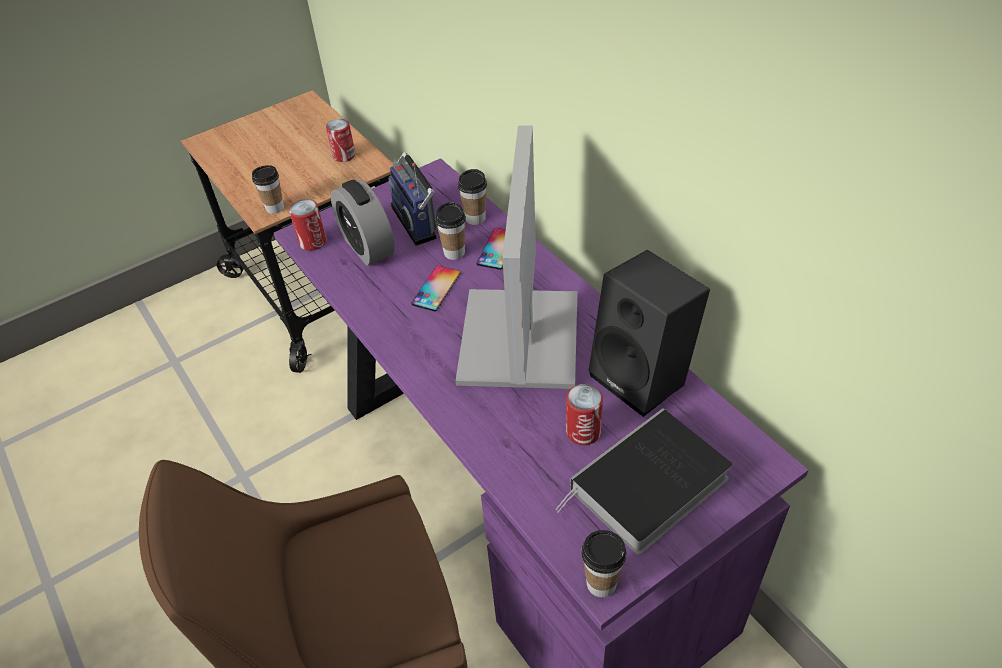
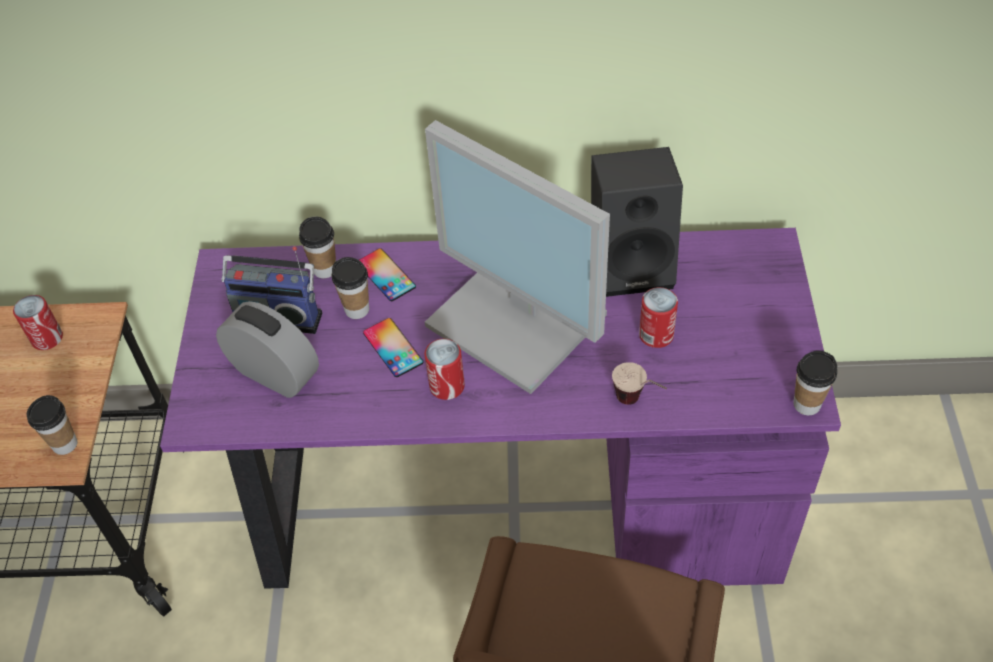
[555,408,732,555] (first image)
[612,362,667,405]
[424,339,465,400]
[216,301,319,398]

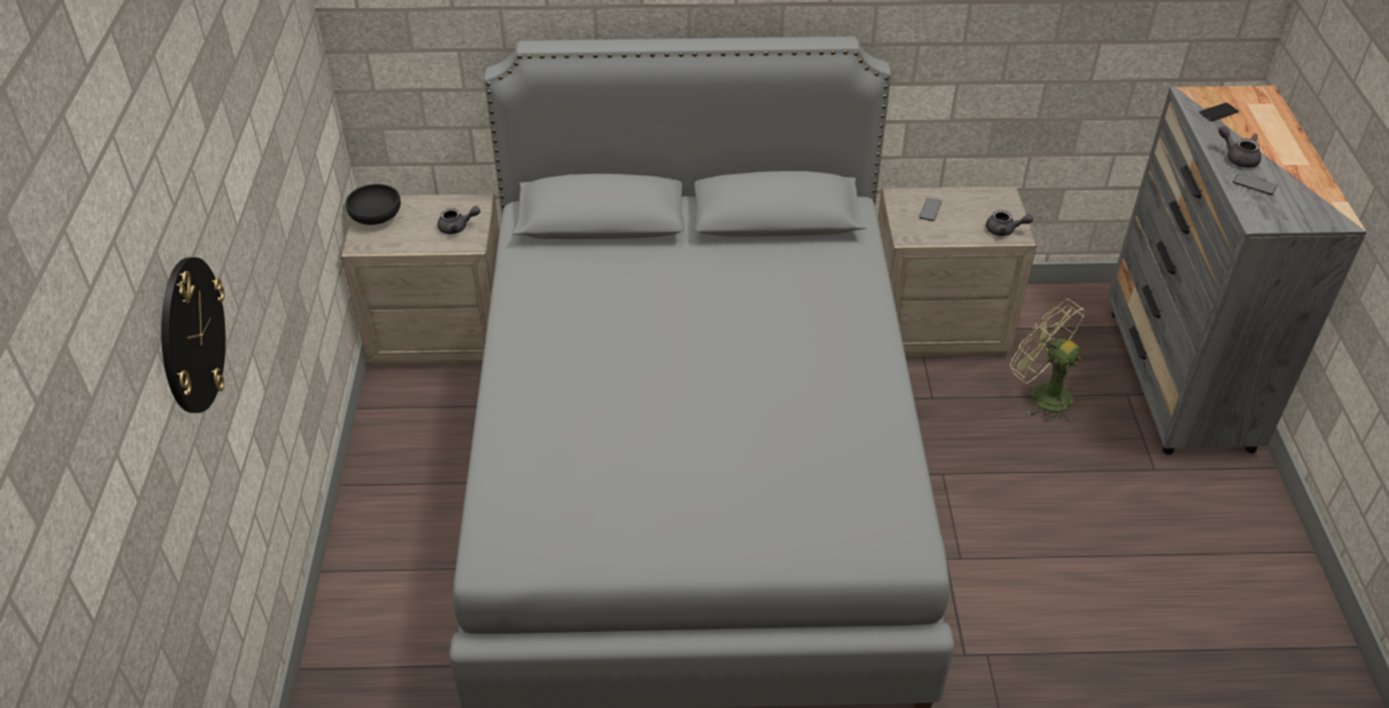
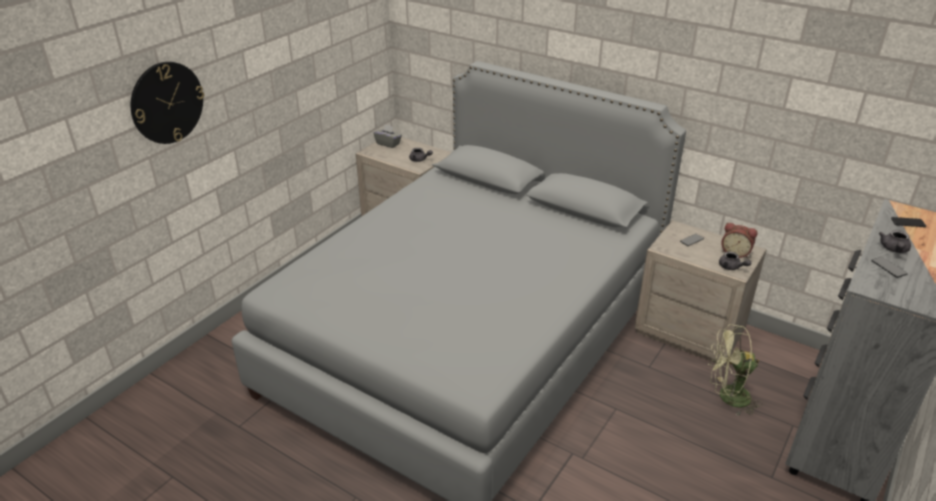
[721,223,758,258]
[373,124,402,148]
[708,324,762,416]
[879,230,911,253]

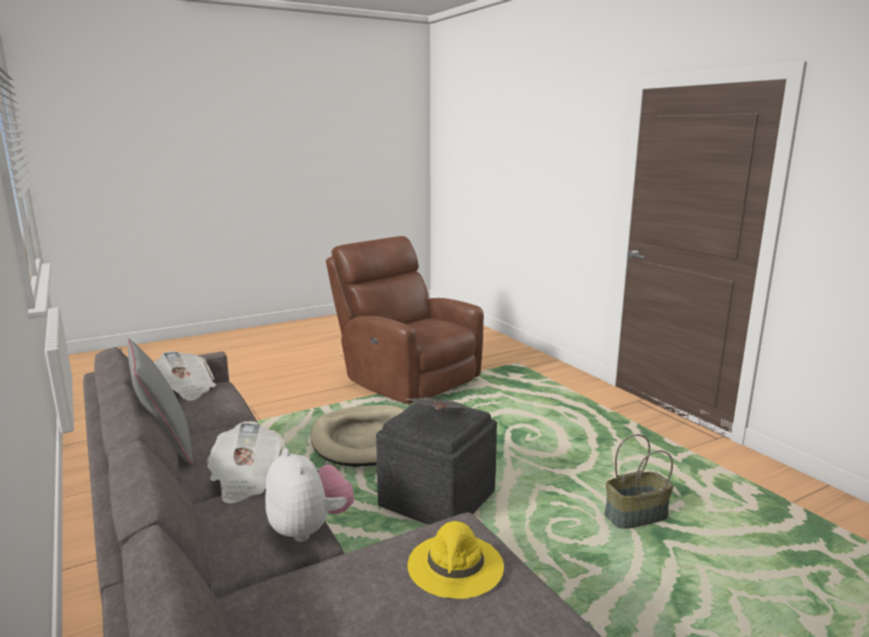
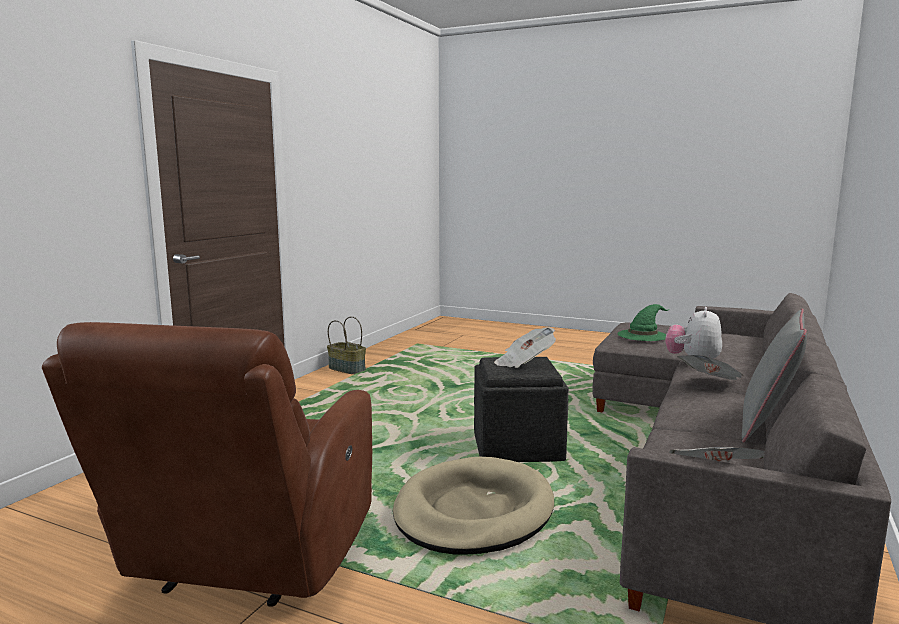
[327,317,366,374]
[617,304,670,341]

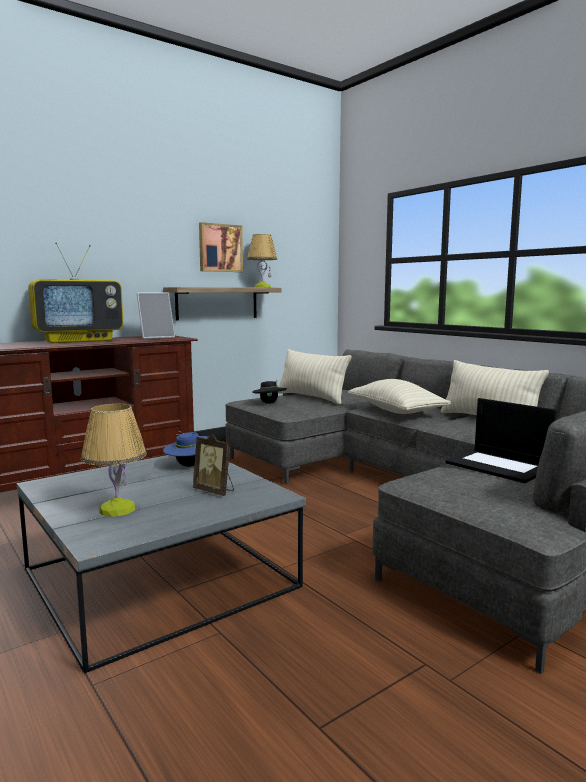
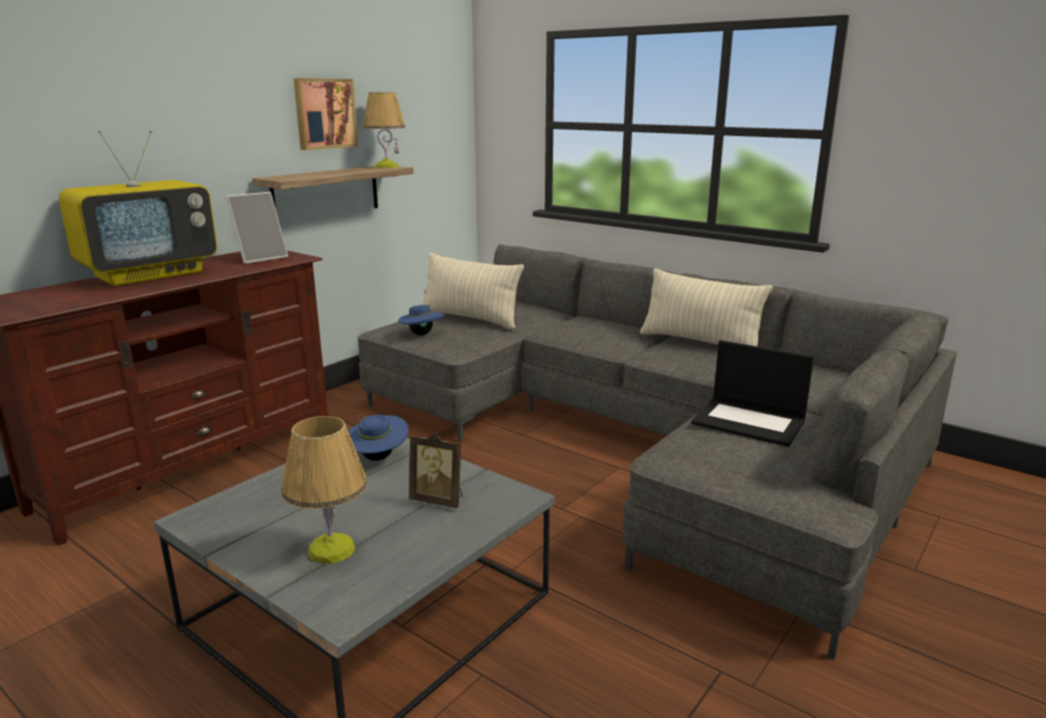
[348,379,451,414] (first image)
[398,302,444,335]

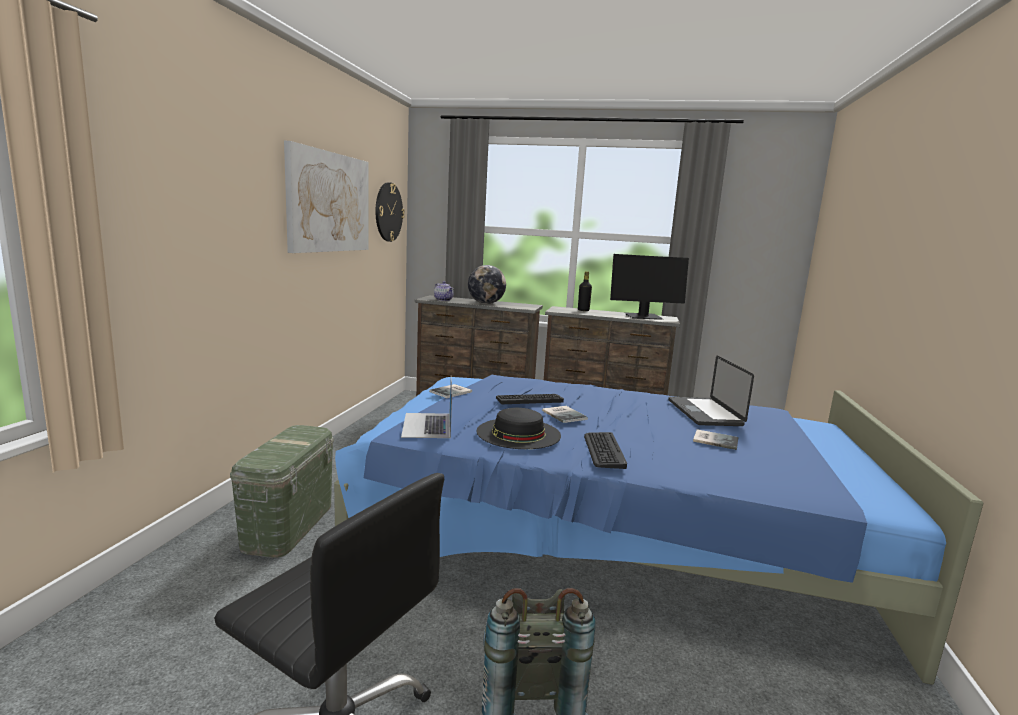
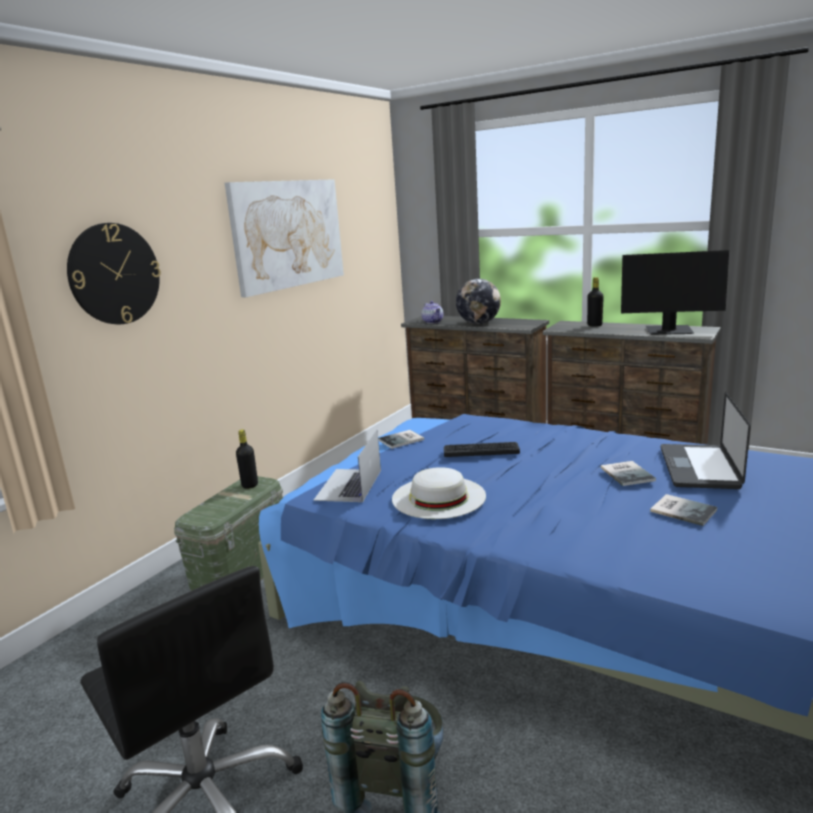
[584,432,627,469] (first image)
[236,429,258,489]
[67,223,161,324]
[601,461,656,486]
[392,467,486,519]

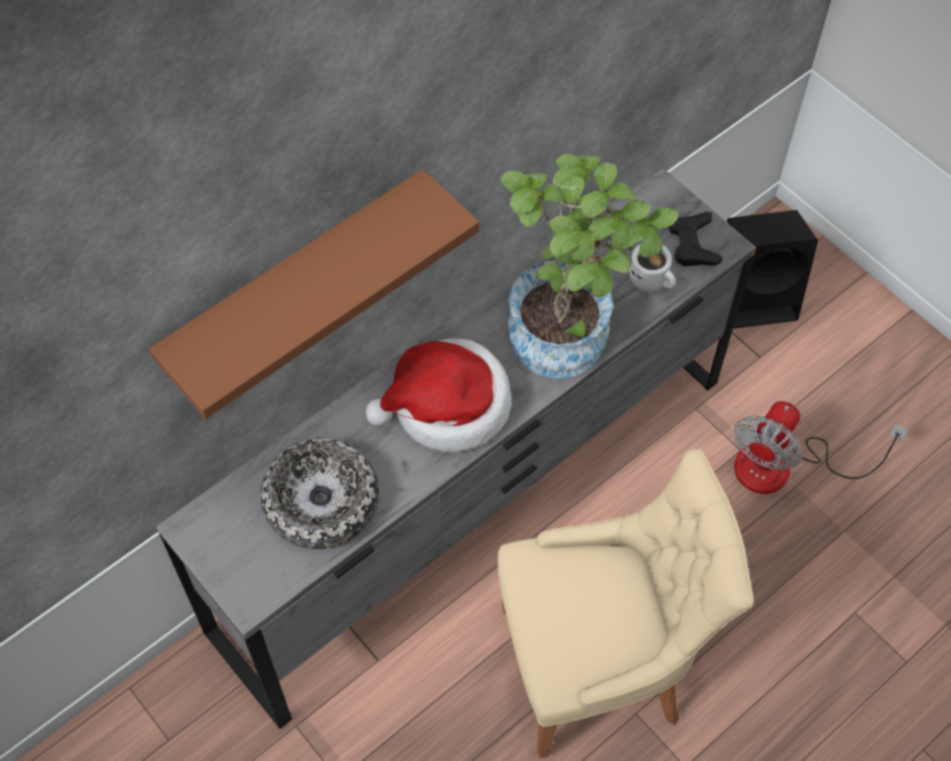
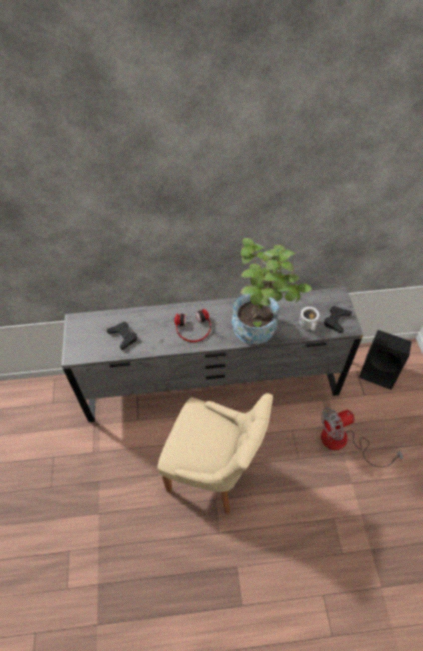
[149,169,479,419] (first image)
[107,322,137,350]
[174,309,211,342]

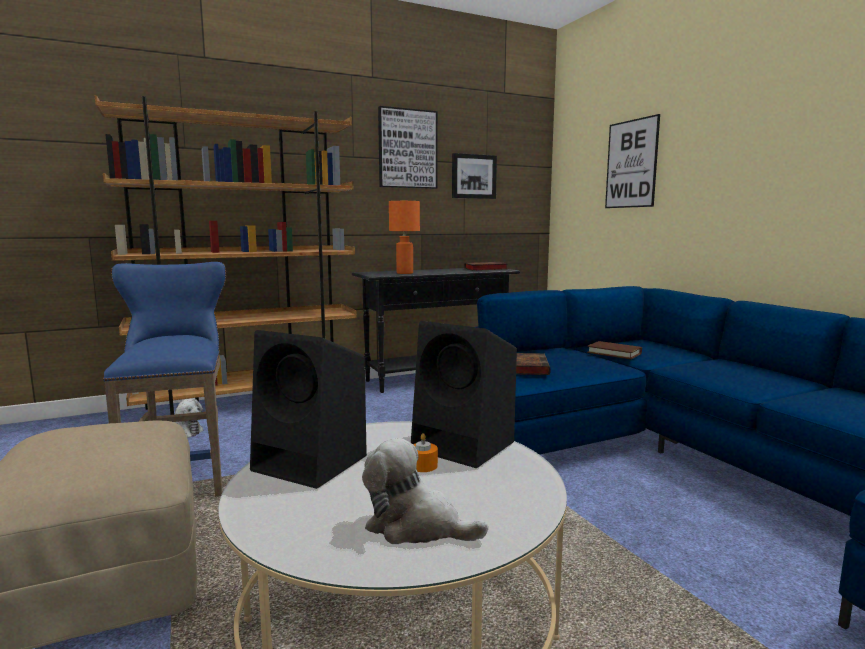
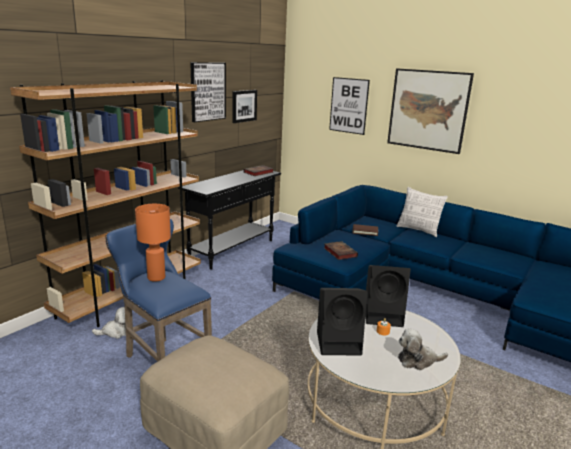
[387,68,474,154]
[397,187,448,237]
[135,204,171,282]

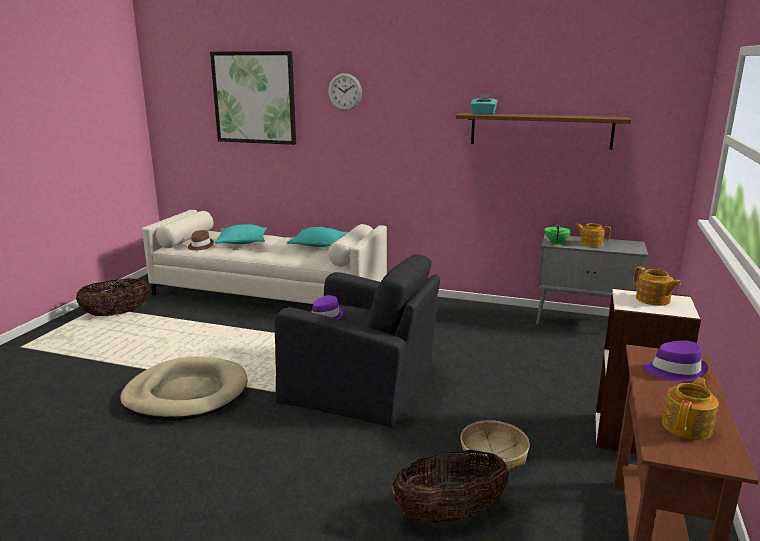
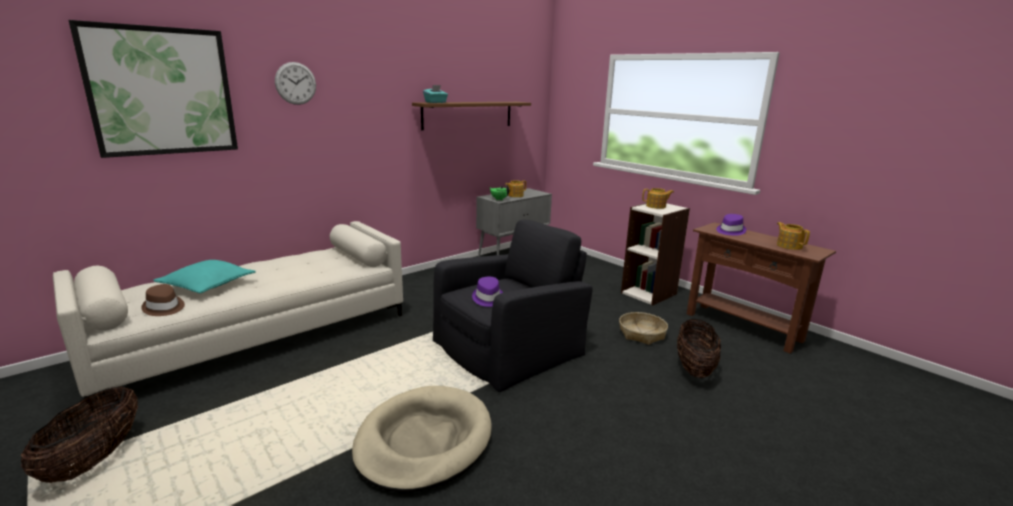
[287,227,347,247] (first image)

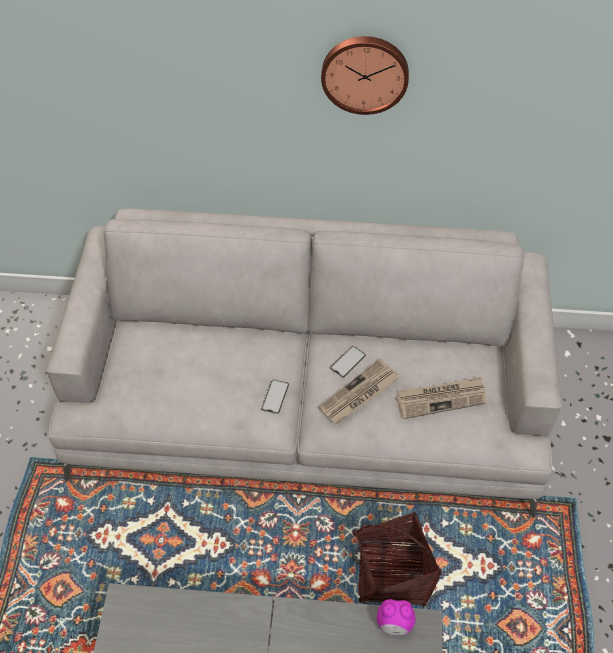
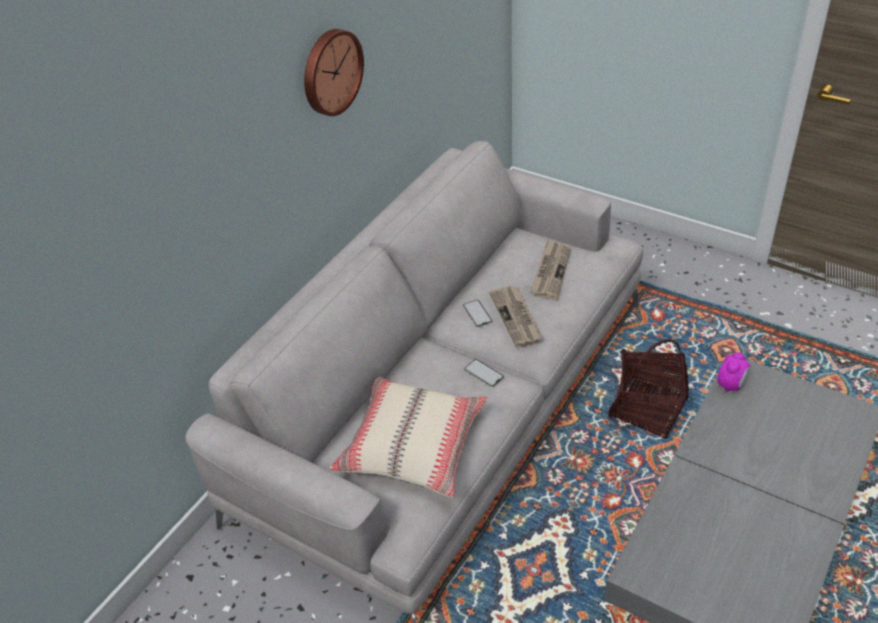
[329,377,487,497]

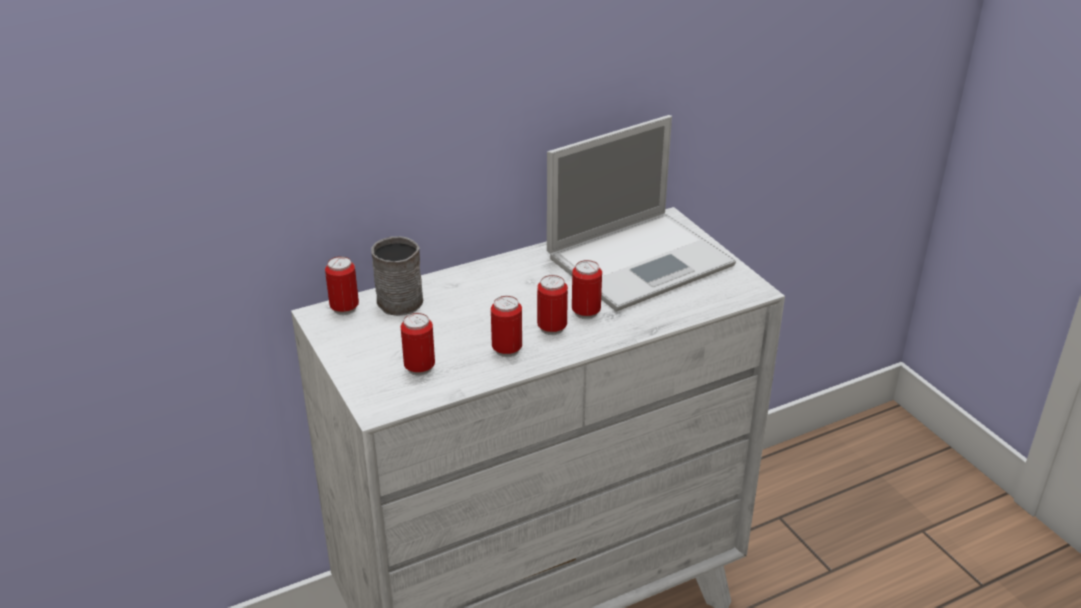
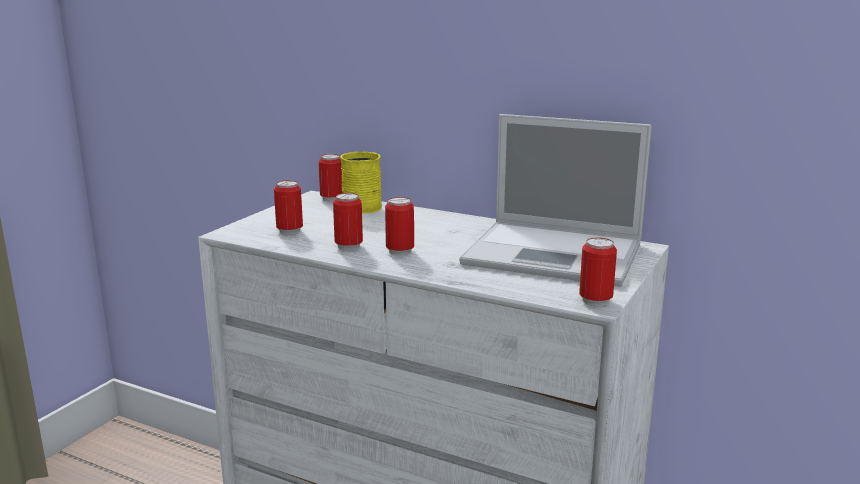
[579,237,617,306]
[340,151,382,214]

